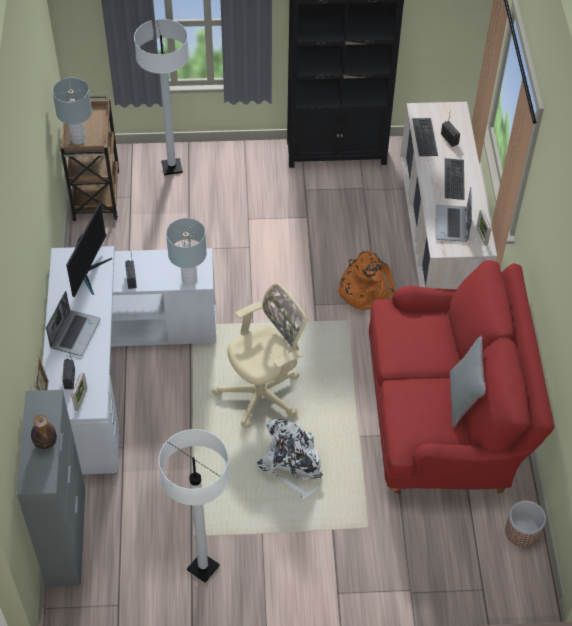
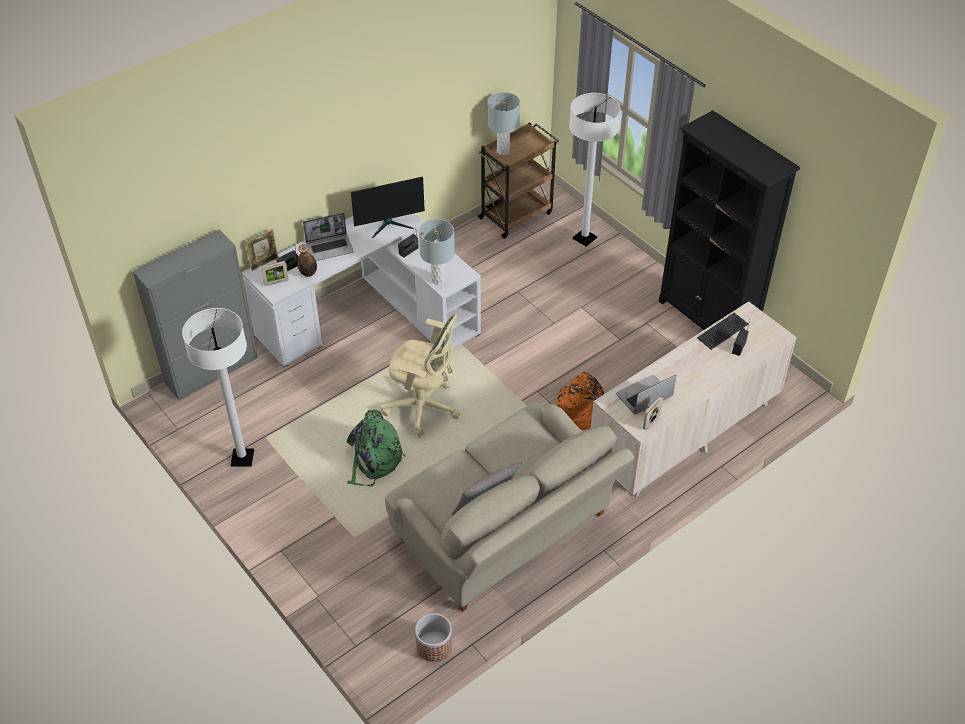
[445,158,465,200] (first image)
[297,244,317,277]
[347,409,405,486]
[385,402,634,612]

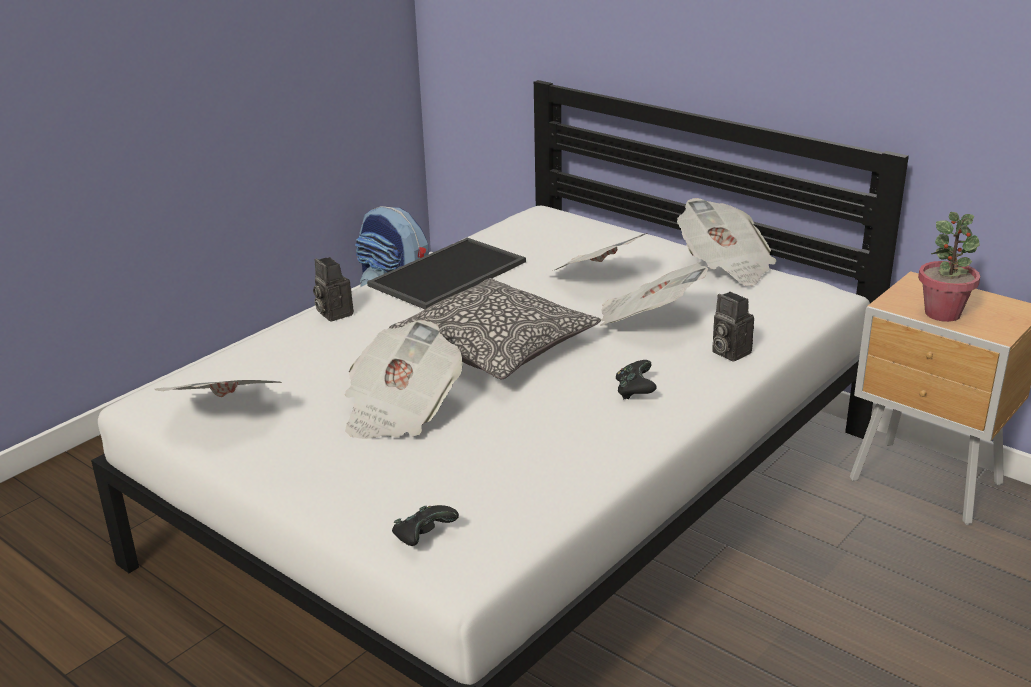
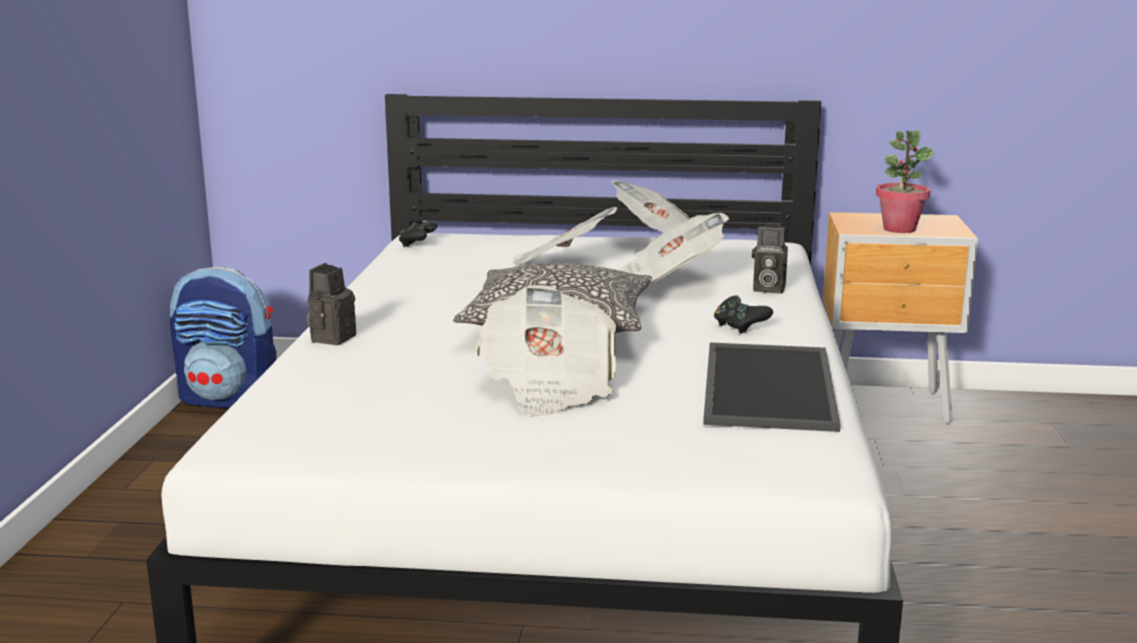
[155,380,282,397] (first image)
[703,343,840,432]
[399,221,438,247]
[307,263,356,345]

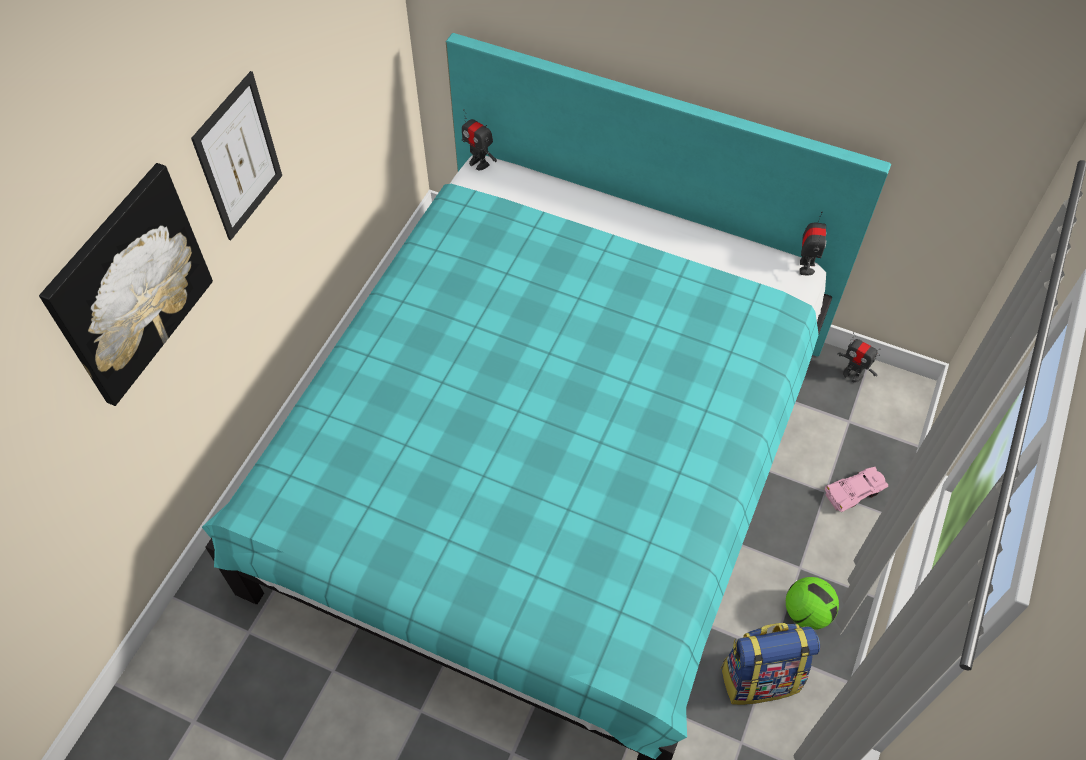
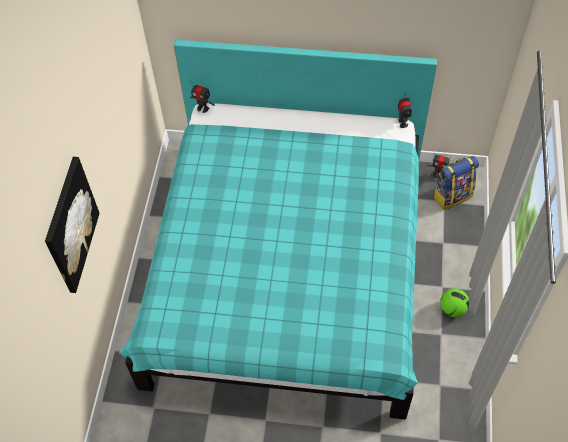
[191,71,282,240] (first image)
[825,467,888,512] (first image)
[433,156,479,210]

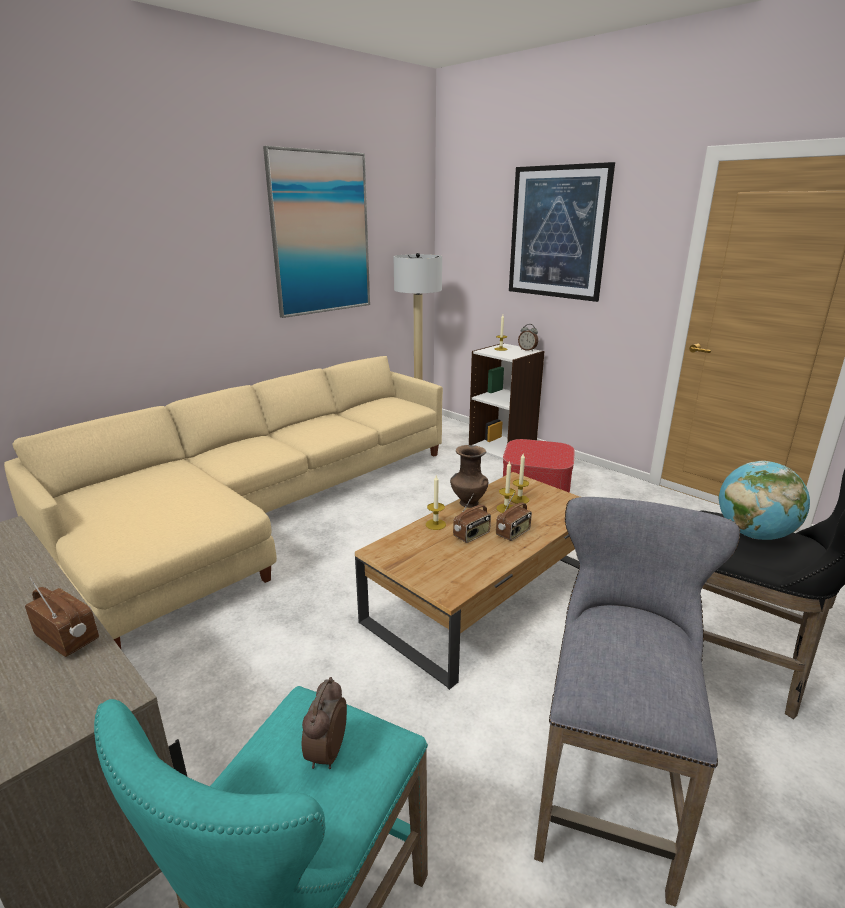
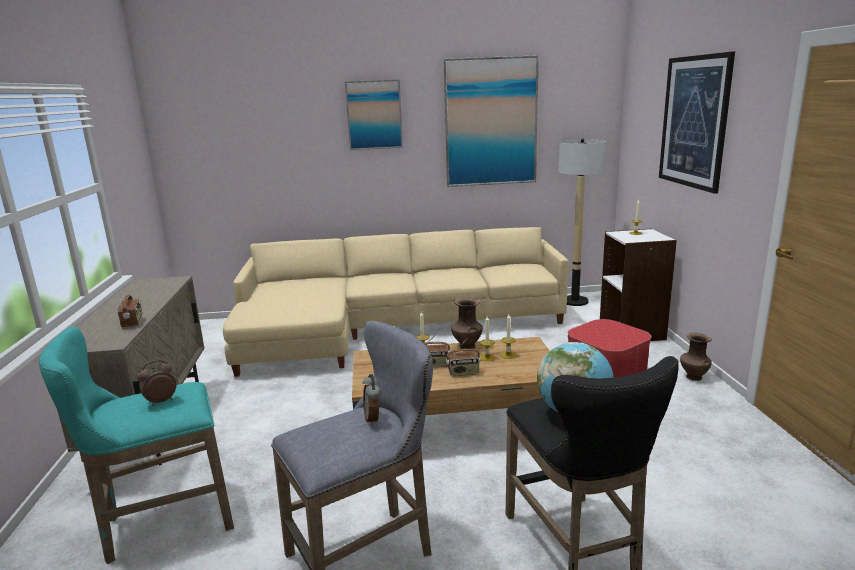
[345,80,403,150]
[680,333,712,381]
[362,374,381,426]

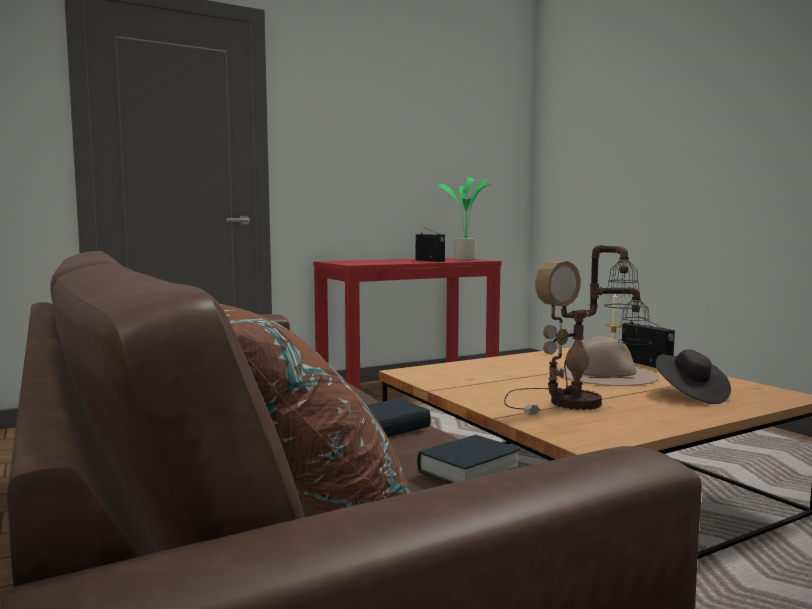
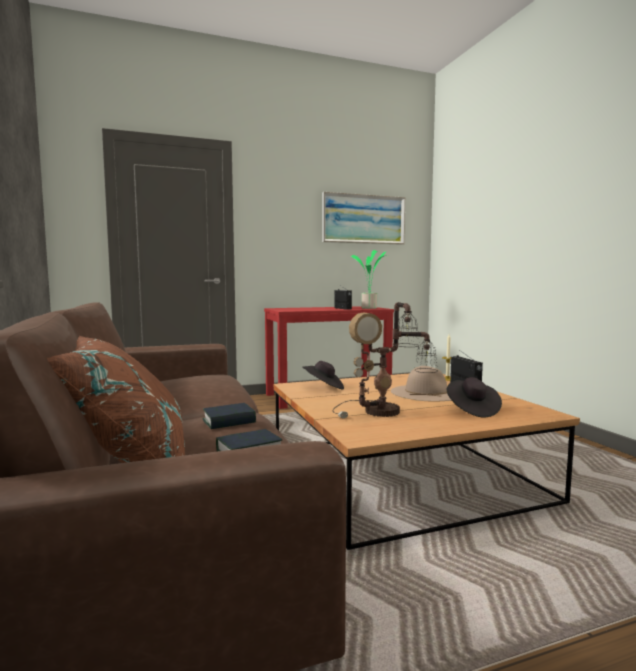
[302,361,344,390]
[322,192,405,245]

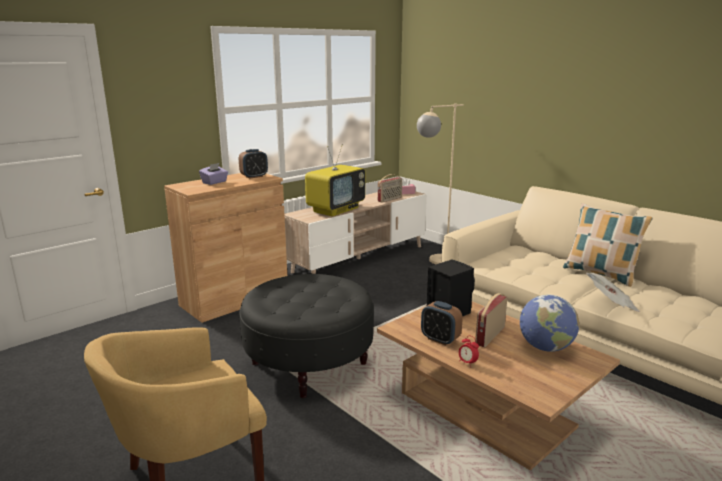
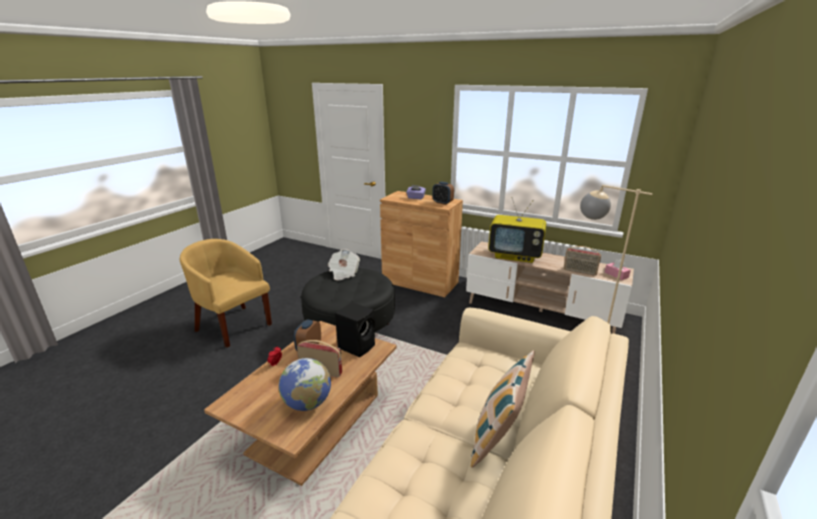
[328,249,360,281]

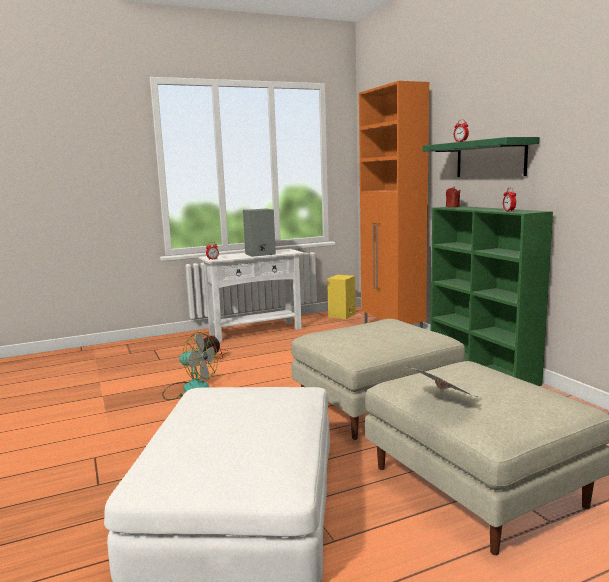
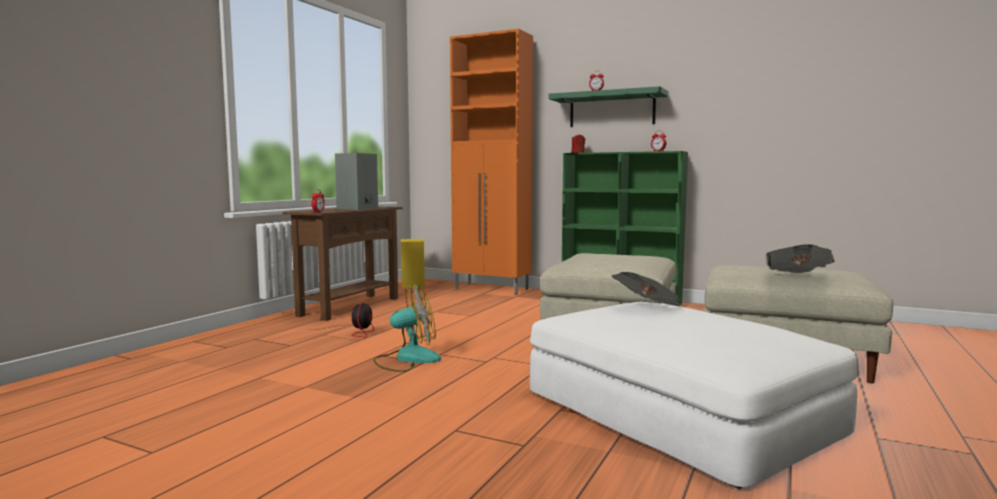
[611,272,682,305]
[283,206,403,321]

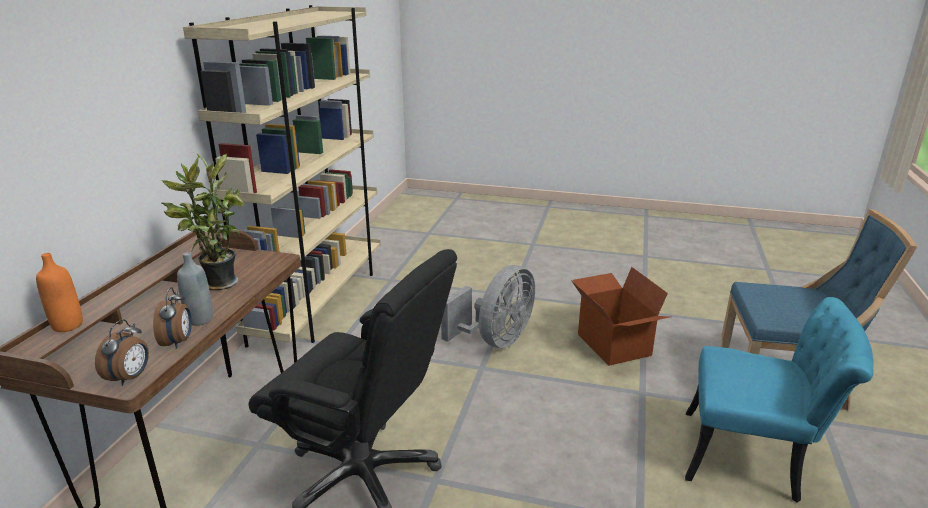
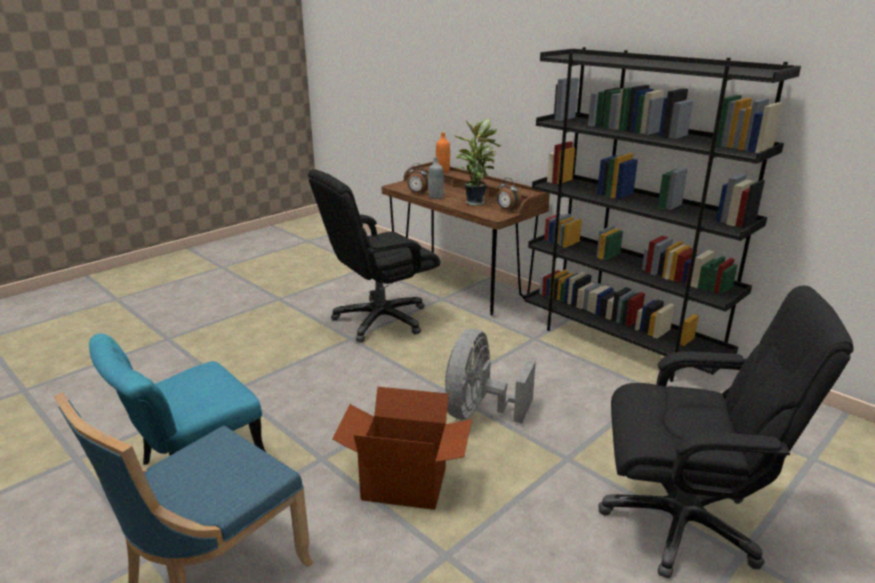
[599,285,854,578]
[497,178,522,212]
[525,47,801,382]
[445,329,536,423]

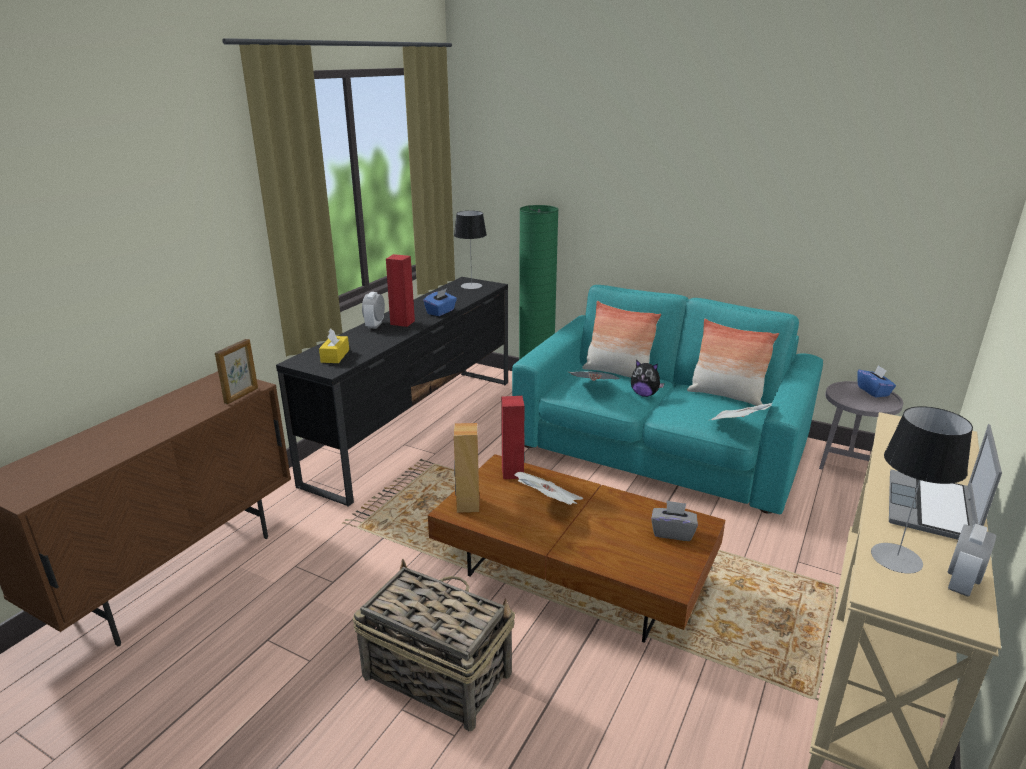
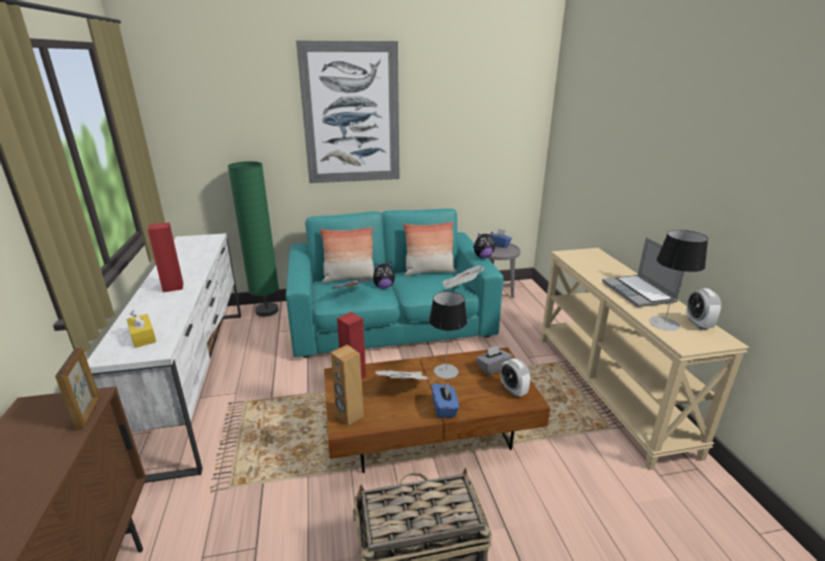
[296,41,400,183]
[473,232,495,258]
[501,358,530,397]
[431,383,459,418]
[429,291,467,379]
[87,233,241,483]

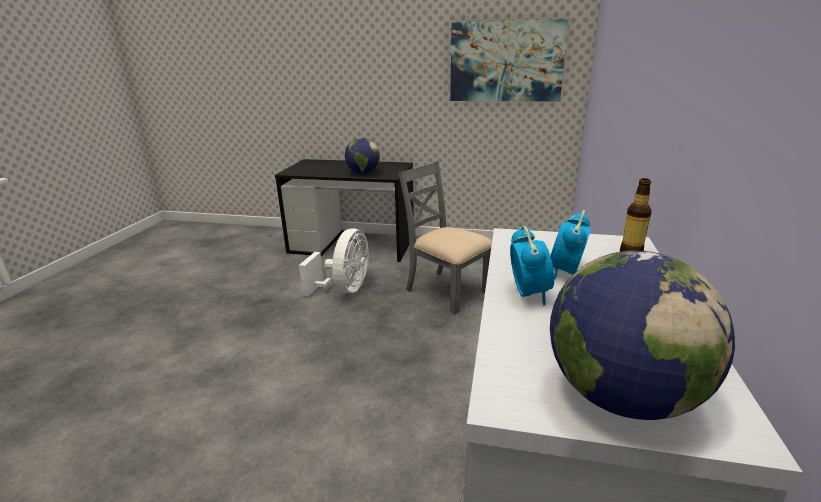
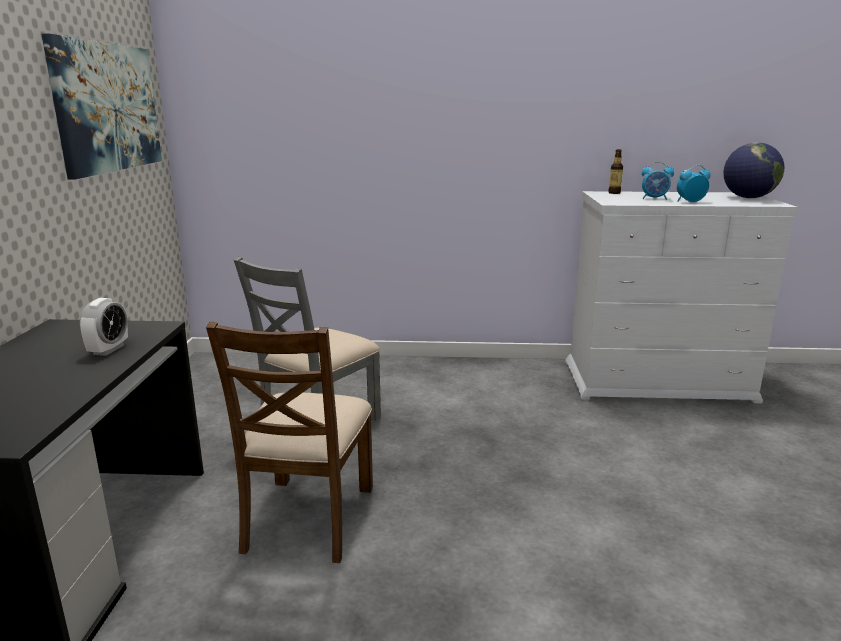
[206,322,373,563]
[80,298,128,356]

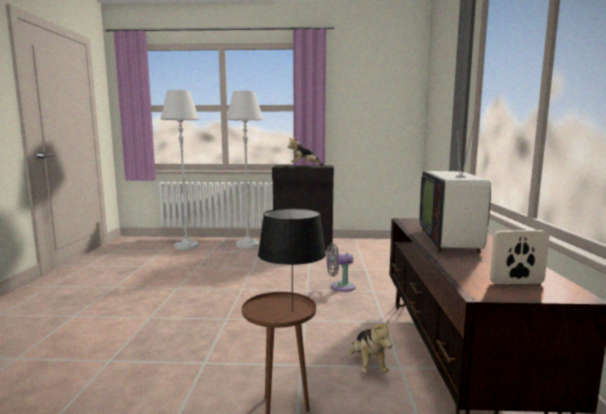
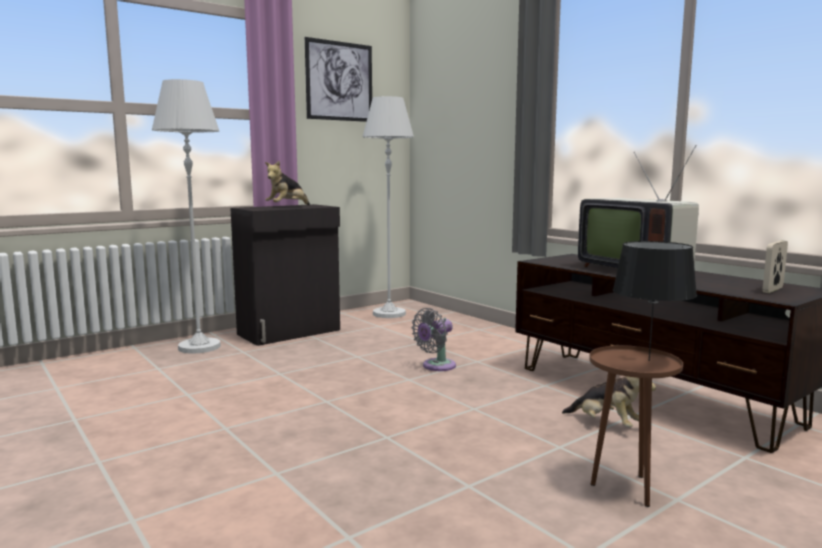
[305,37,372,122]
[362,96,414,318]

